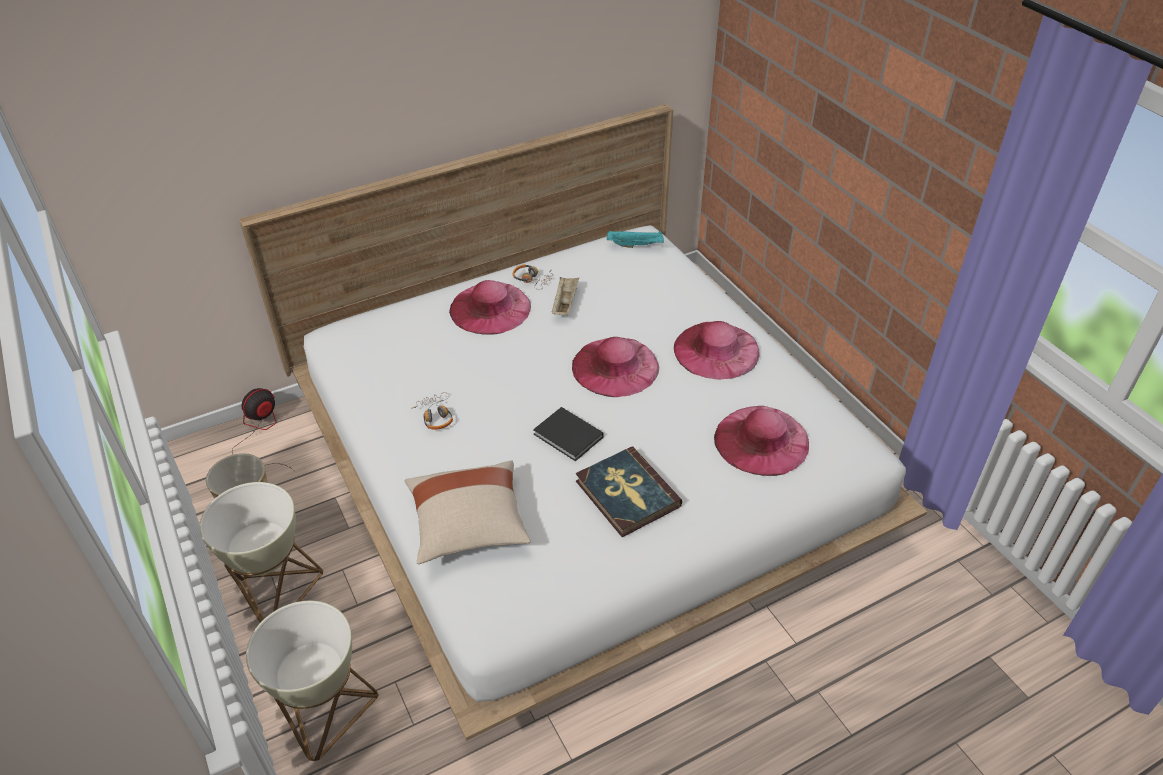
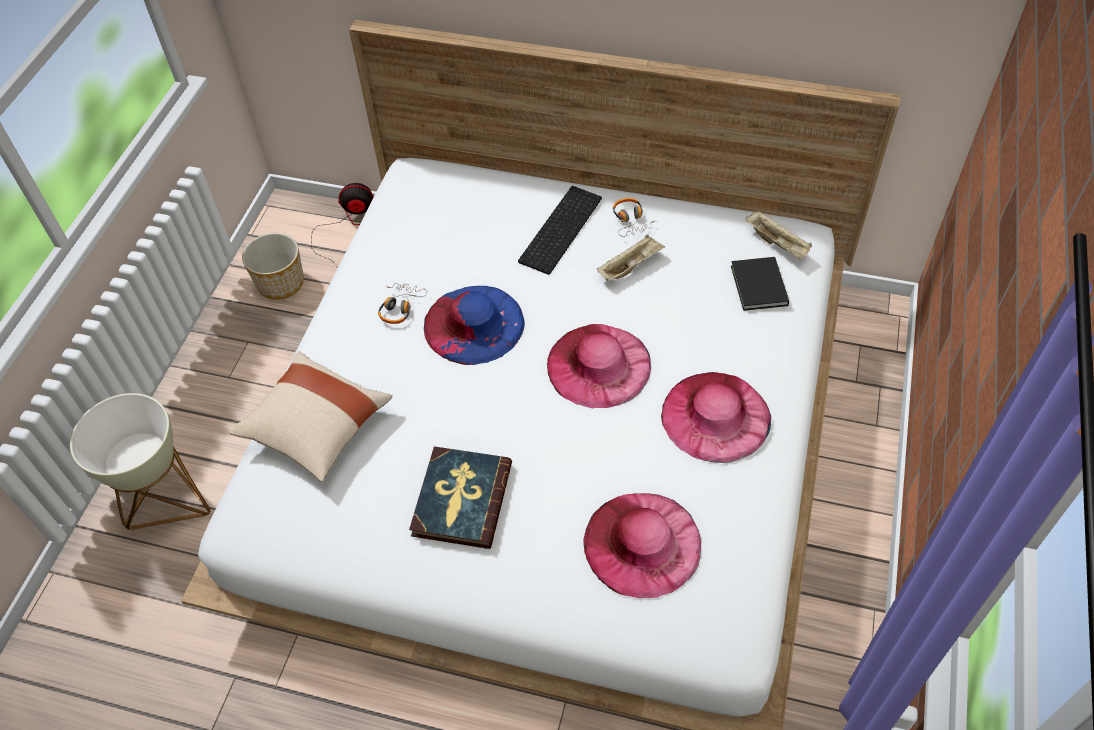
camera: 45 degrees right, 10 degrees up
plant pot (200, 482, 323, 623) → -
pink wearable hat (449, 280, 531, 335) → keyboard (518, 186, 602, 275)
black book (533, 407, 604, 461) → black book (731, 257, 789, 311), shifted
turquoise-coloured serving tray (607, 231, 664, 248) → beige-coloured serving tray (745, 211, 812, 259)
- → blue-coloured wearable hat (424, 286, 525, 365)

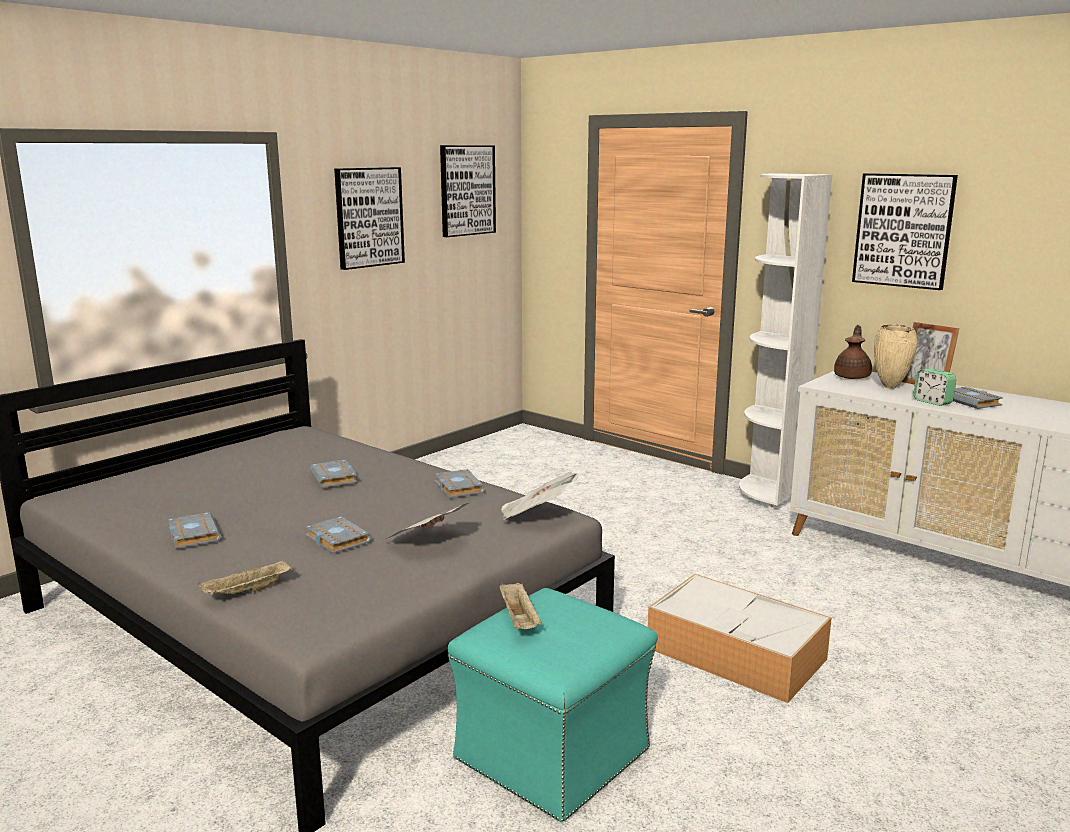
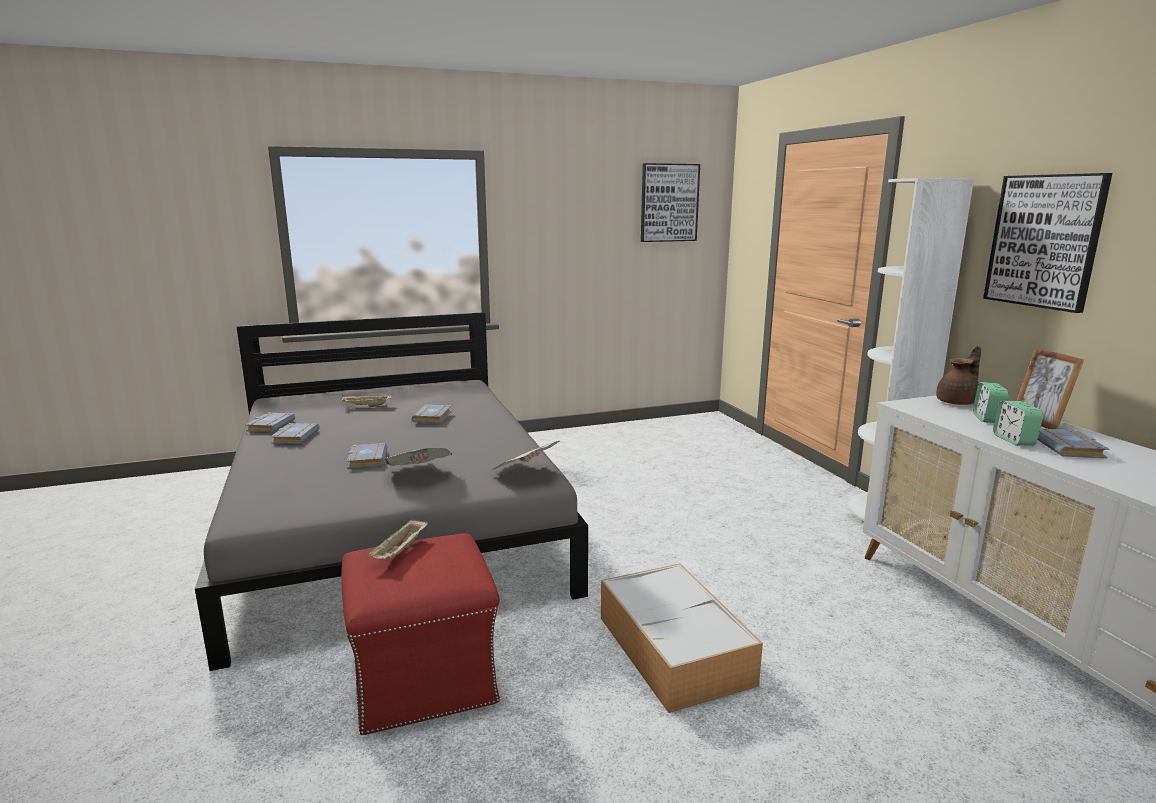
camera: 30 degrees right, 0 degrees up
beige-coloured serving tray (198, 559, 291, 595) → beige-coloured serving tray (342, 394, 392, 407), shifted
wall picture (334, 167, 405, 270) → -
grey book (434, 469, 485, 498) → grey book (245, 413, 295, 432), shifted
turquoise-coloured ottoman (448, 588, 658, 822) → red-coloured ottoman (341, 533, 500, 735)
beige-coloured vase (874, 325, 918, 389) → table clock (973, 382, 1009, 423)

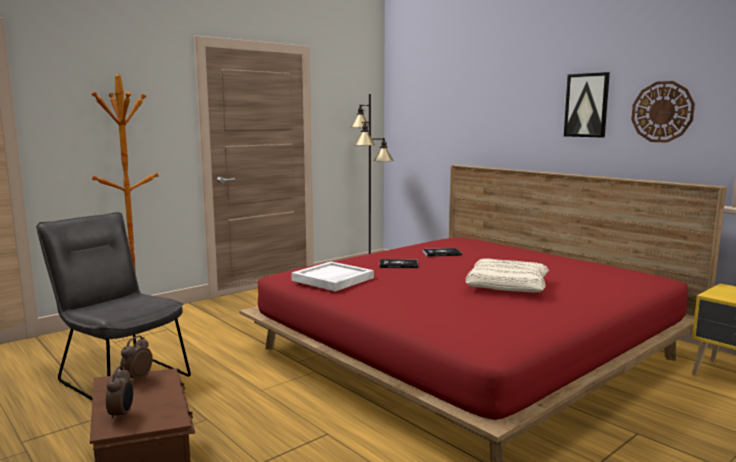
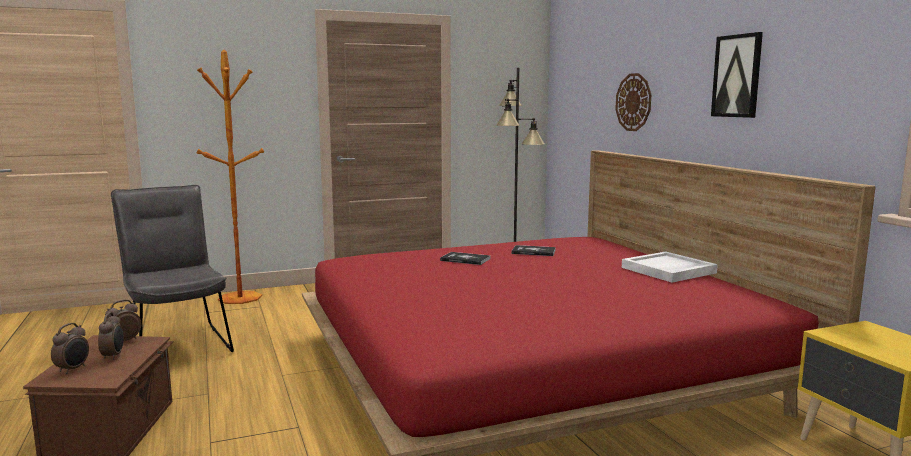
camera: 20 degrees right, 0 degrees up
whitish serving tray (291, 262, 374, 291) → whitish serving tray (622, 252, 718, 283), shifted
beige-coloured pillow (465, 258, 549, 292) → -
clock on the wall (631, 81, 695, 143) → clock on the wall (615, 73, 651, 131), shifted
- → table clock (98, 312, 124, 360)

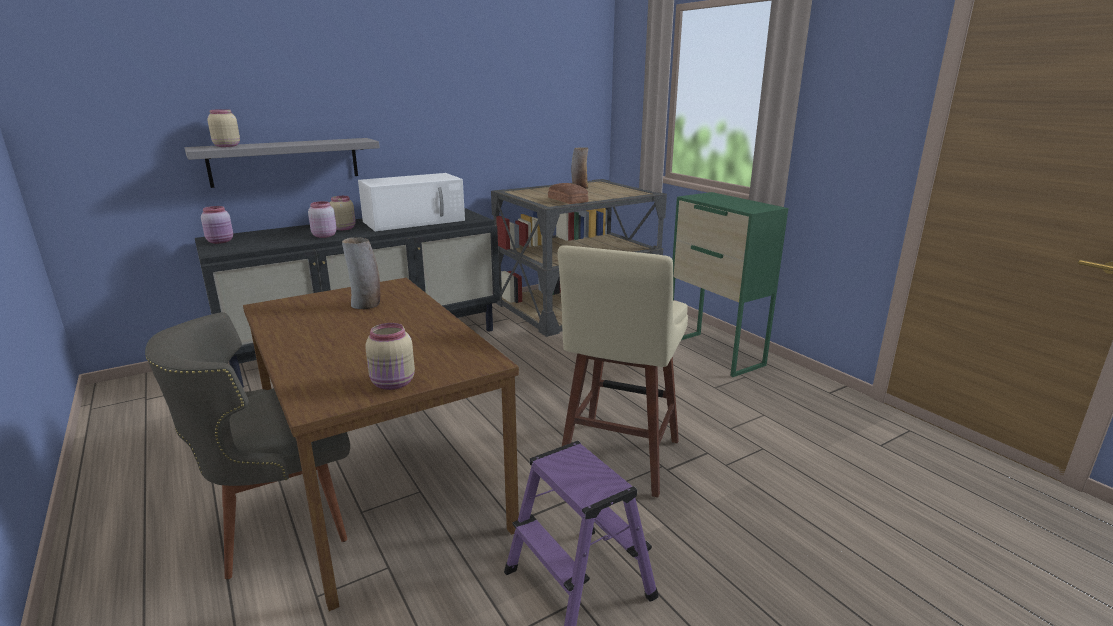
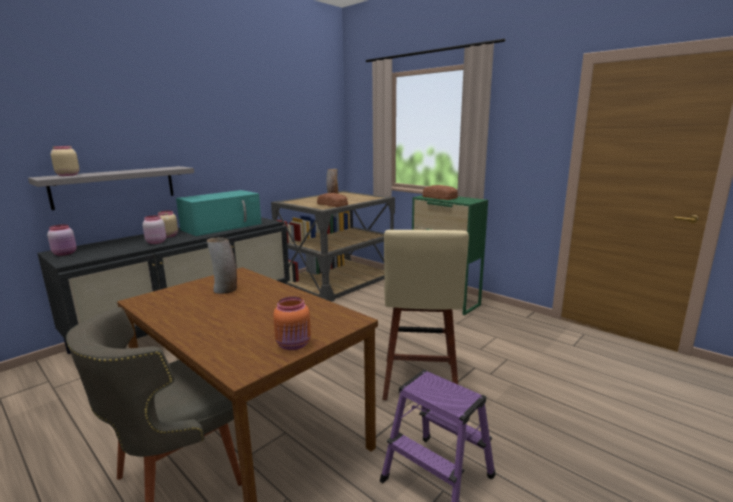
camera: 15 degrees left, 5 degrees down
whitish microwave (358, 173, 465, 231) → turquoise-coloured microwave (176, 190, 262, 236)
beige-coloured preserve jar (365, 323, 415, 390) → orange preserve jar (273, 297, 311, 350)
- → bread (422, 185, 458, 200)

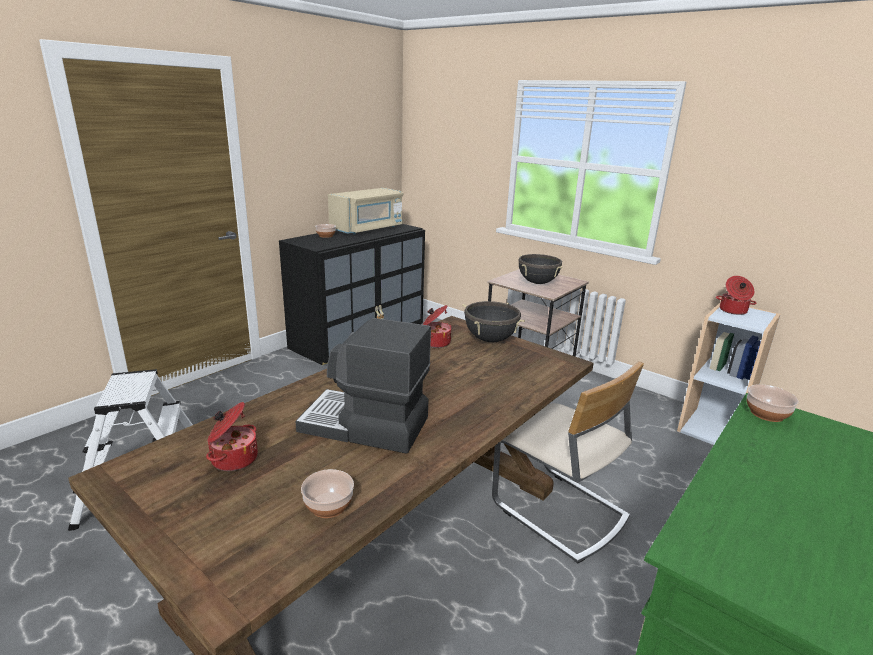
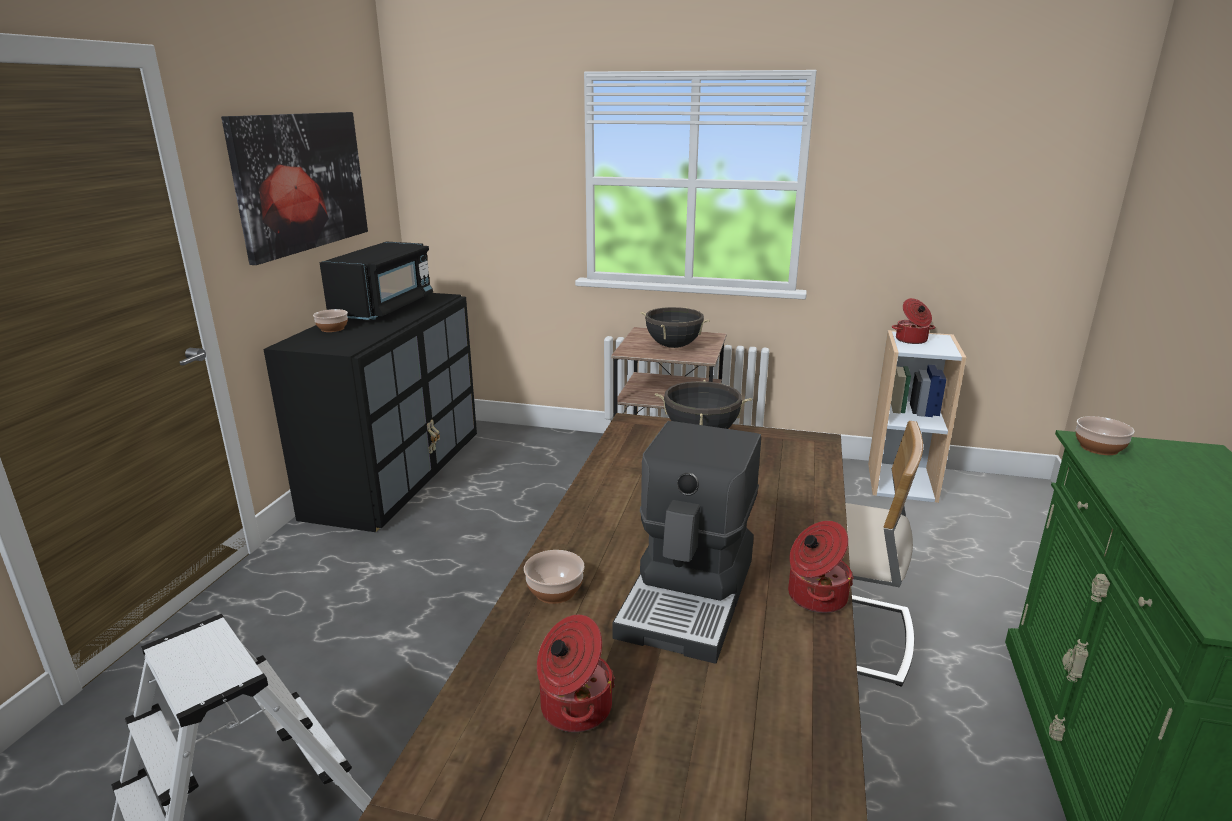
camera: 25 degrees left, 0 degrees up
coffee machine (295, 318, 431, 454) → coffee machine (613, 421, 761, 664), 60 degrees counterclockwise
deep dish (301, 469, 354, 518) → deep dish (524, 550, 585, 604), shifted
beige-coloured microwave (328, 188, 403, 234) → black microwave (320, 242, 433, 320)
saucepot (422, 305, 451, 348) → saucepot (788, 521, 854, 613), shifted
- → wall picture (221, 112, 368, 265)

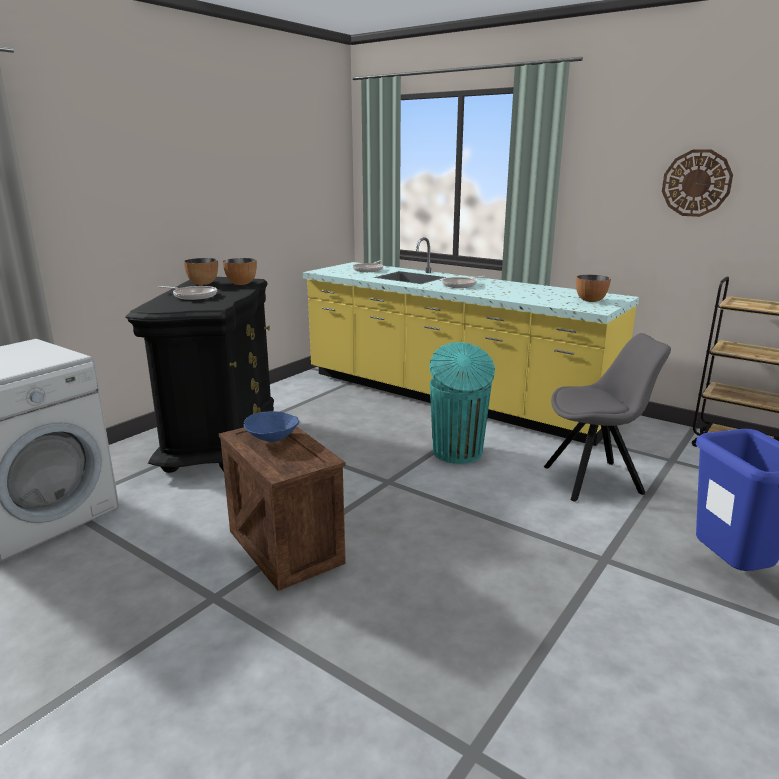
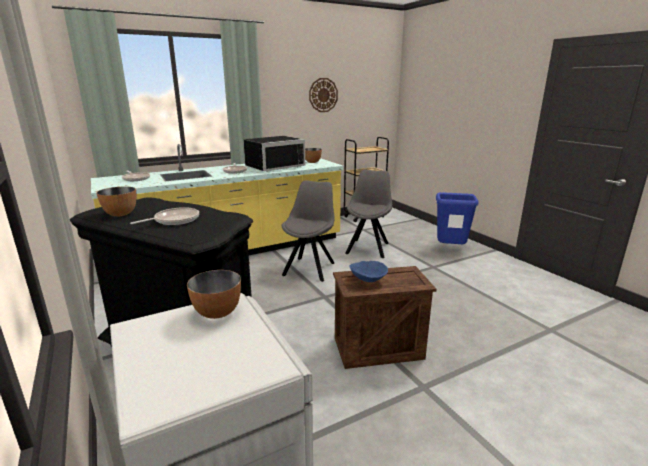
camera: 65 degrees left, 0 degrees up
deep dish (223, 258, 257, 285) → deep dish (187, 270, 241, 319), shifted
turquoise-coloured rubbish bin (430, 342, 495, 464) → grey upright chair (282, 180, 335, 282)
- → black microwave (243, 136, 305, 172)

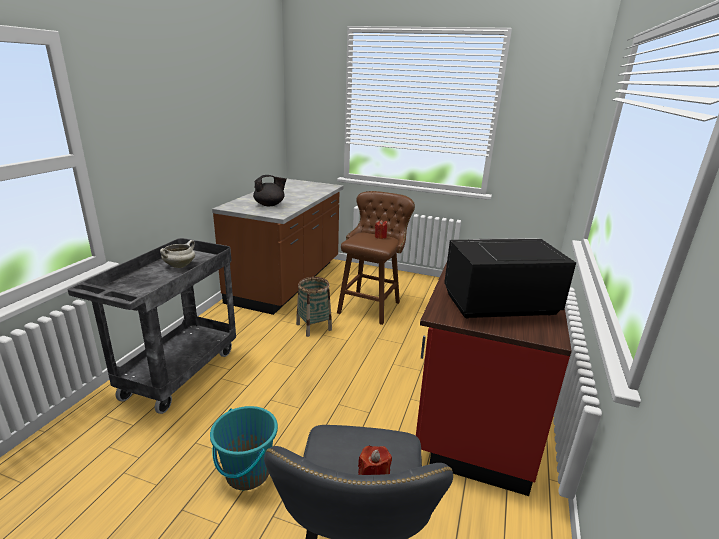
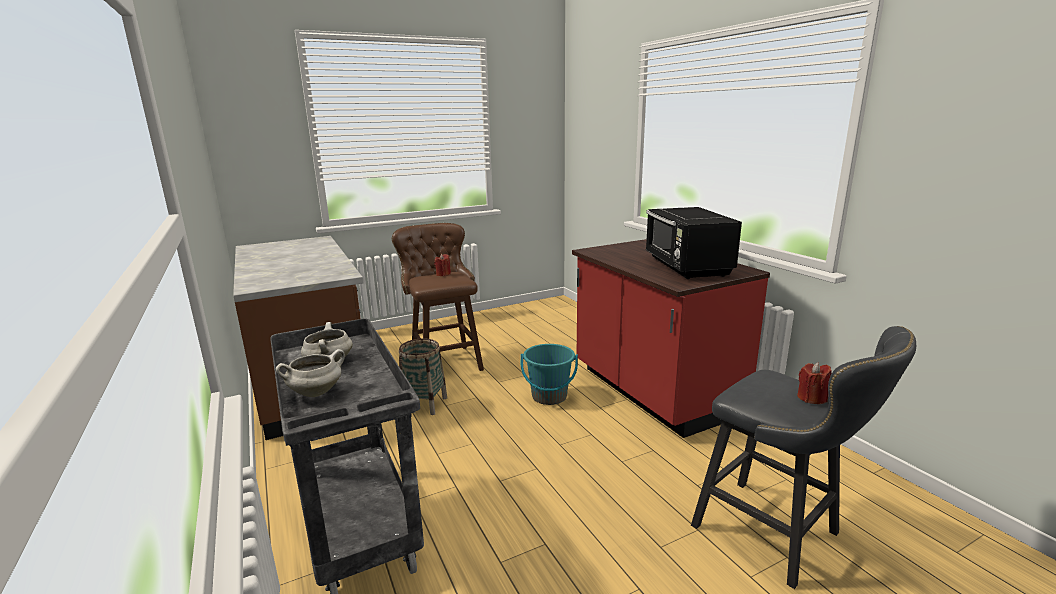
camera: 45 degrees left, 5 degrees down
turquoise-coloured pail (210, 406, 278, 490) → turquoise-coloured pail (521, 344, 578, 405), shifted
black pot for tea (253, 175, 287, 206) → -
black microwave (444, 238, 576, 319) → black microwave (645, 207, 742, 279), 45 degrees counterclockwise
- → whitish saucepot (276, 349, 345, 397)

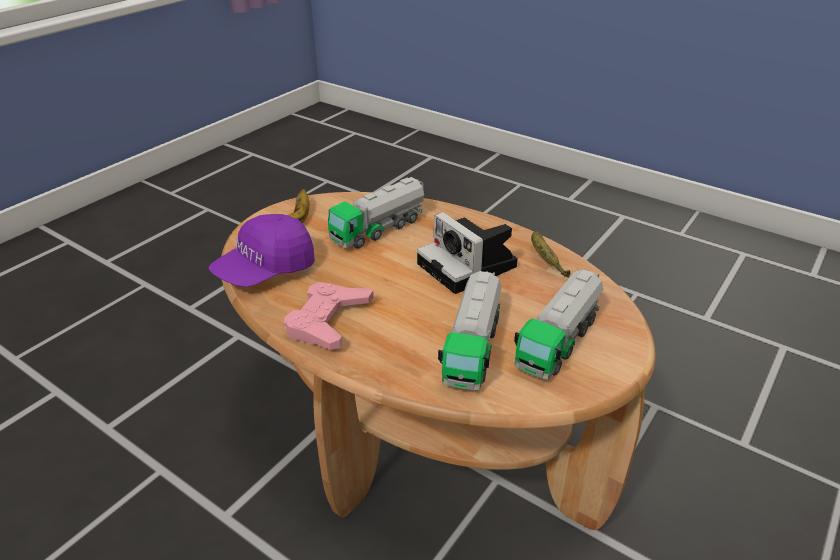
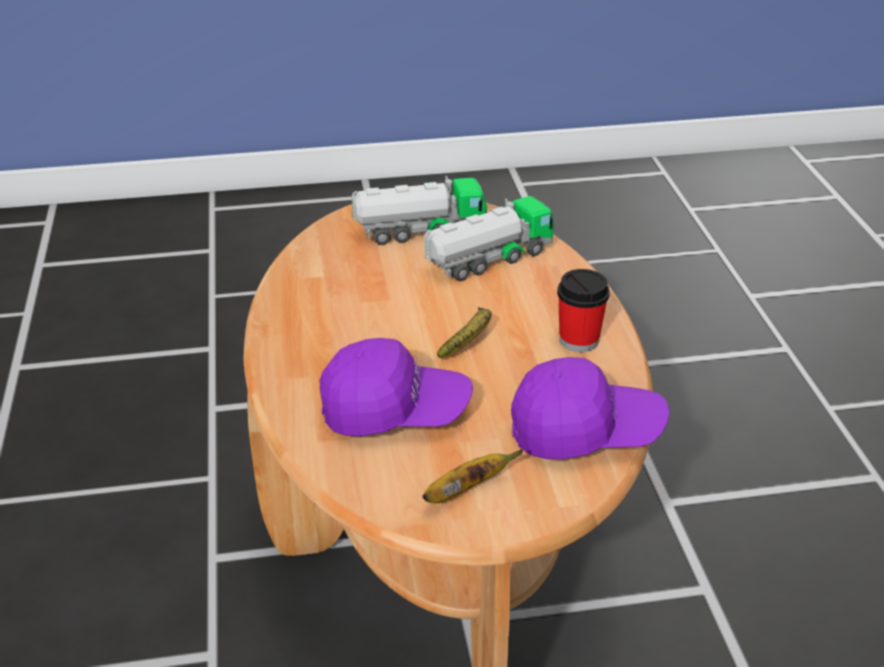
camera: 135 degrees left, 0 degrees up
pink joypad (284, 282, 374, 350) → small cup (557, 269, 610, 352)
model truck (328, 177, 424, 249) → purplish cap (320, 338, 473, 437)
photo camera (417, 212, 518, 294) → -
banana (531, 231, 570, 277) → banana (437, 307, 492, 358), shifted

